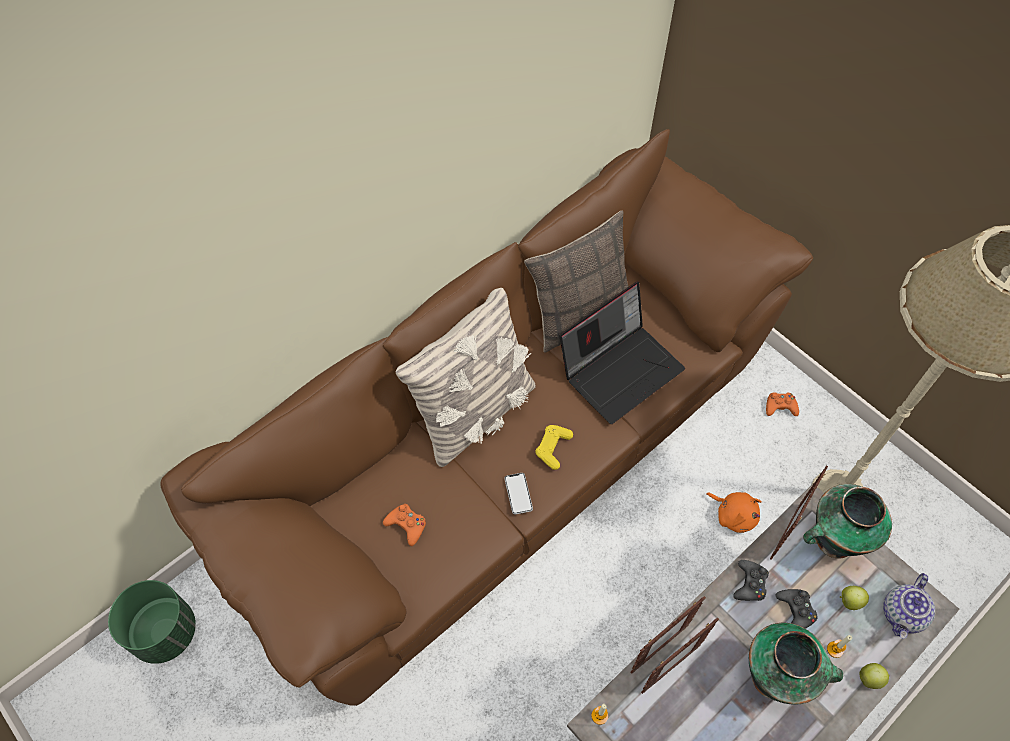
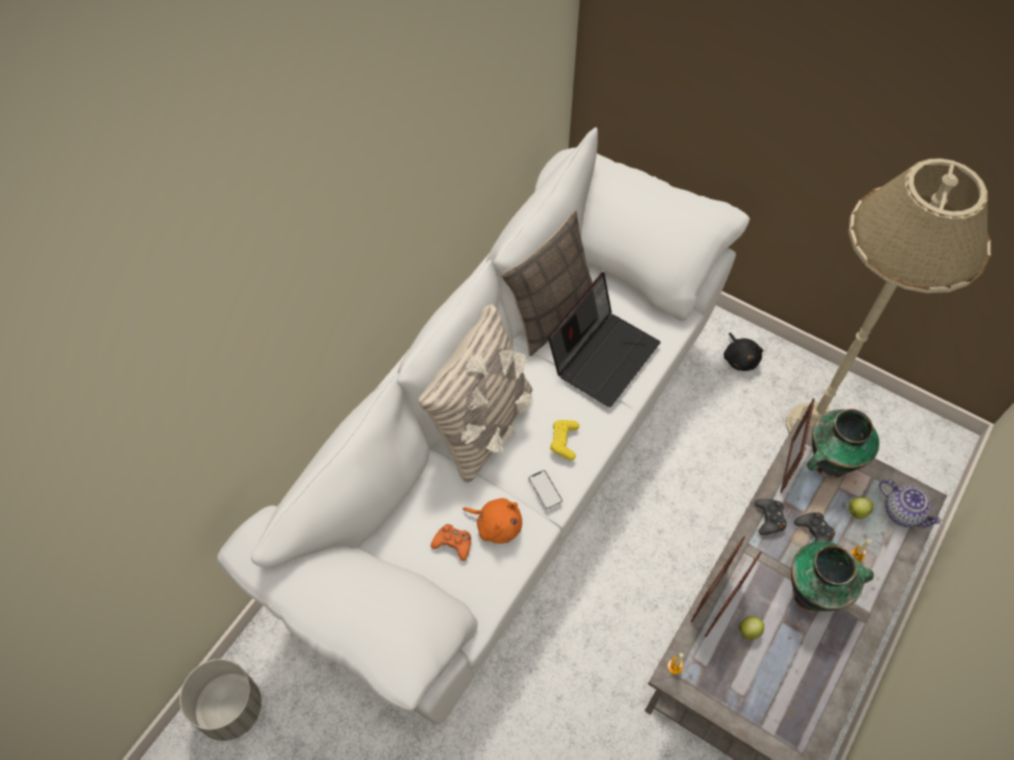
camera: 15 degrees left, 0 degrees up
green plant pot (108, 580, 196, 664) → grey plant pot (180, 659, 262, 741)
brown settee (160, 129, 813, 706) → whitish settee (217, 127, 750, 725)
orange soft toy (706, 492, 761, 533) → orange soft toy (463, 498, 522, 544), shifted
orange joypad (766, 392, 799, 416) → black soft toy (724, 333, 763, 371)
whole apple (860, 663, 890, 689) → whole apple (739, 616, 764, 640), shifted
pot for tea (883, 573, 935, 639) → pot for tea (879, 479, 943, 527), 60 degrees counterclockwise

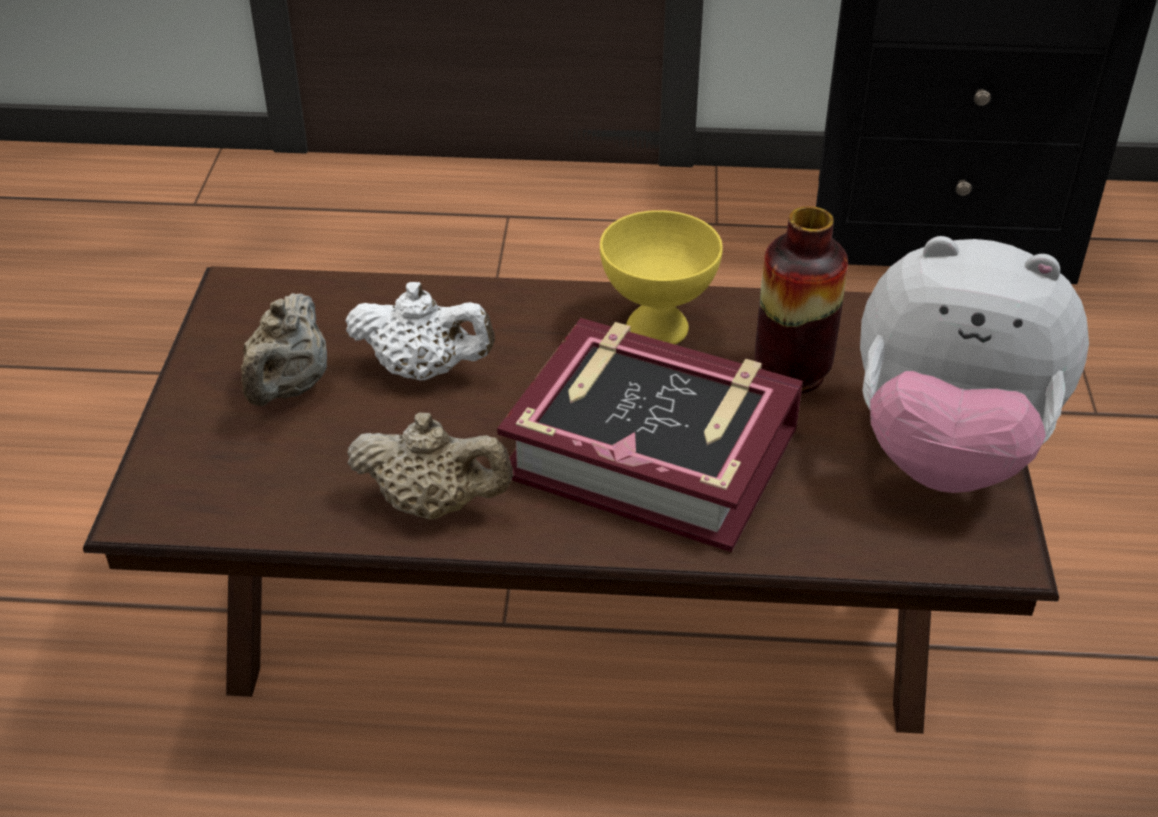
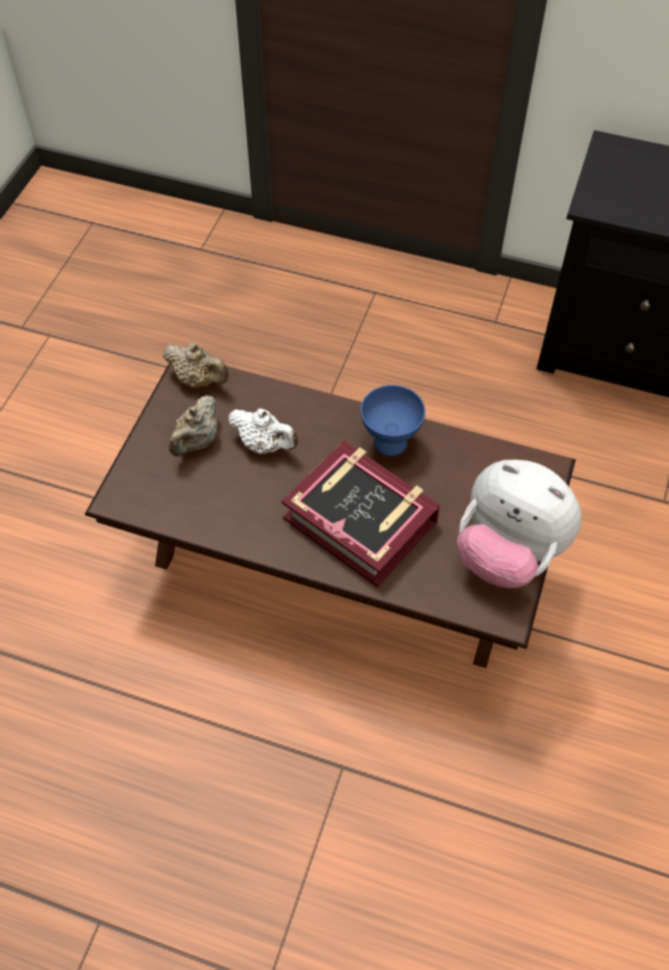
camera: 15 degrees right, 15 degrees up
beige-coloured pot for tea (347, 413, 513, 520) → beige-coloured pot for tea (163, 343, 229, 388), shifted
yellow-coloured deep dish (600, 210, 723, 345) → blue-coloured deep dish (361, 385, 425, 456)
vase (755, 206, 848, 394) → -

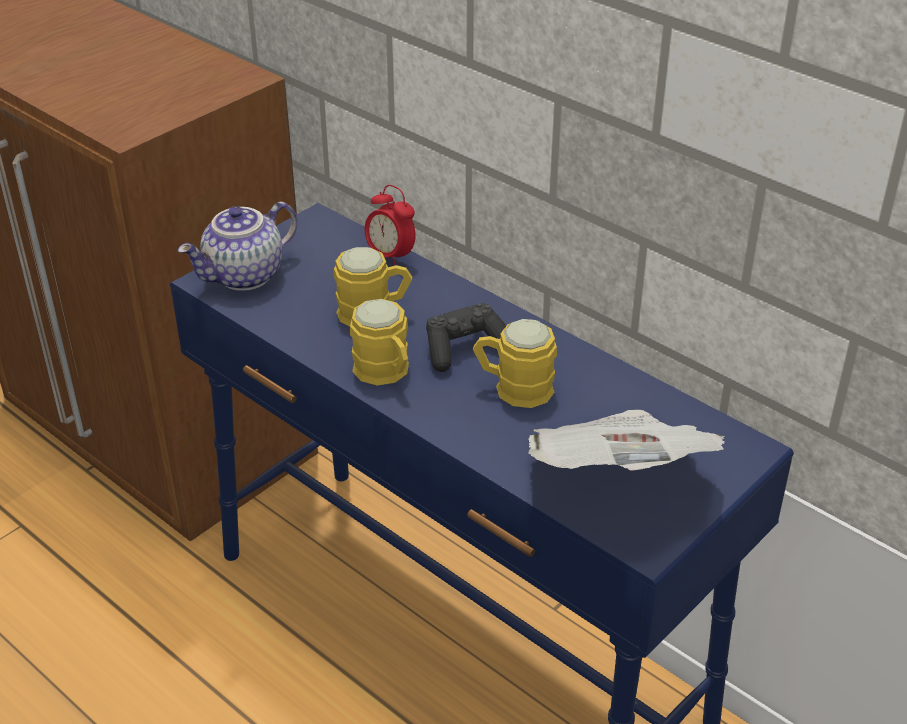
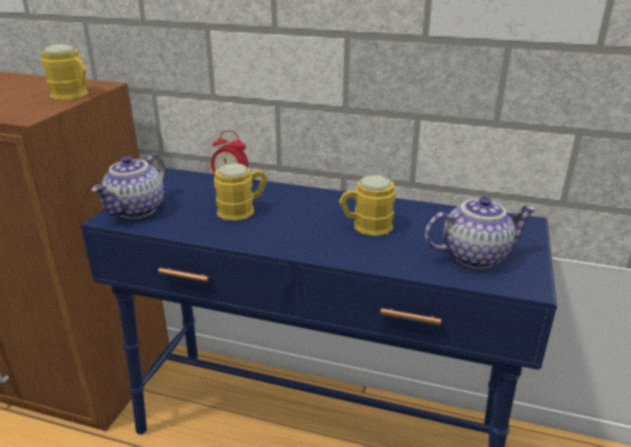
camera: 25 degrees left, 10 degrees down
yellow-coloured mug (350, 299, 409, 386) → yellow-coloured mug (42, 44, 88, 100), shifted
black joypad (426, 303, 506, 372) → -
daily paper (528, 410, 724, 471) → pot for tea (425, 196, 537, 269)

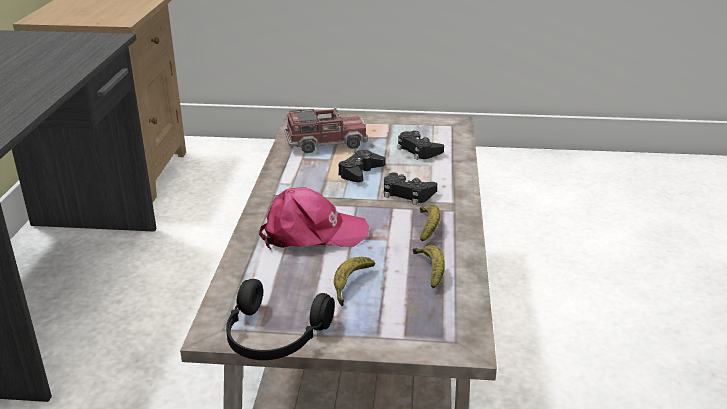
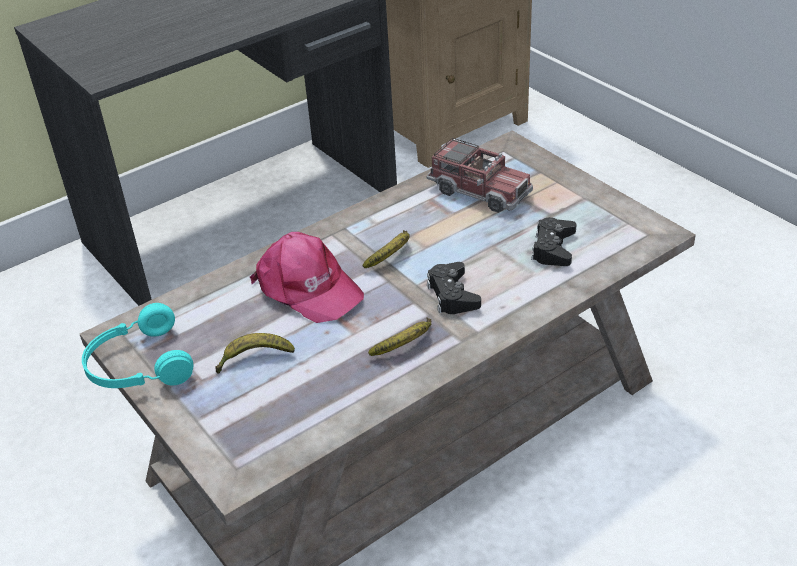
camera: 50 degrees right, 10 degrees up
black headset (226, 279, 335, 360) → turquoise-coloured headset (82, 303, 194, 388)
black joypad (338, 150, 385, 183) → -
banana (413, 245, 445, 288) → banana (362, 230, 410, 268), shifted

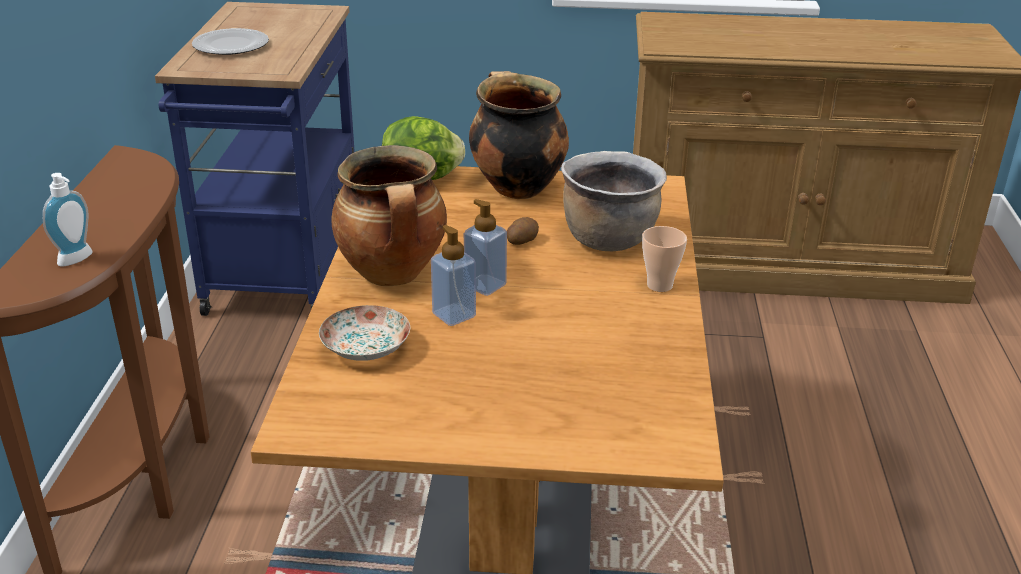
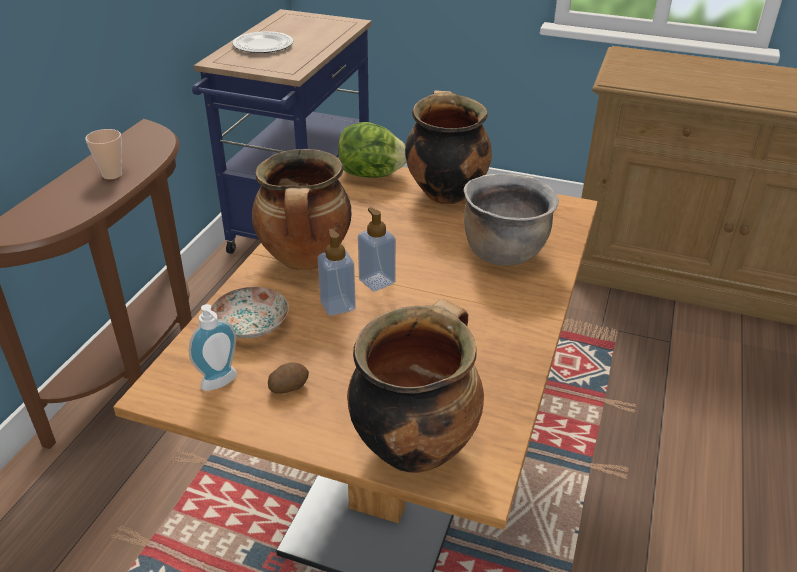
camera: 15 degrees right, 5 degrees up
liquid soap bottle (43, 173, 93, 267) → liquid soap bottle (189, 304, 237, 391), shifted
whole potato (507, 217, 539, 245) → whole potato (268, 362, 309, 394), shifted
small cup (642, 226, 687, 292) → small cup (85, 129, 122, 179), shifted
- → saucepot (347, 299, 484, 473)

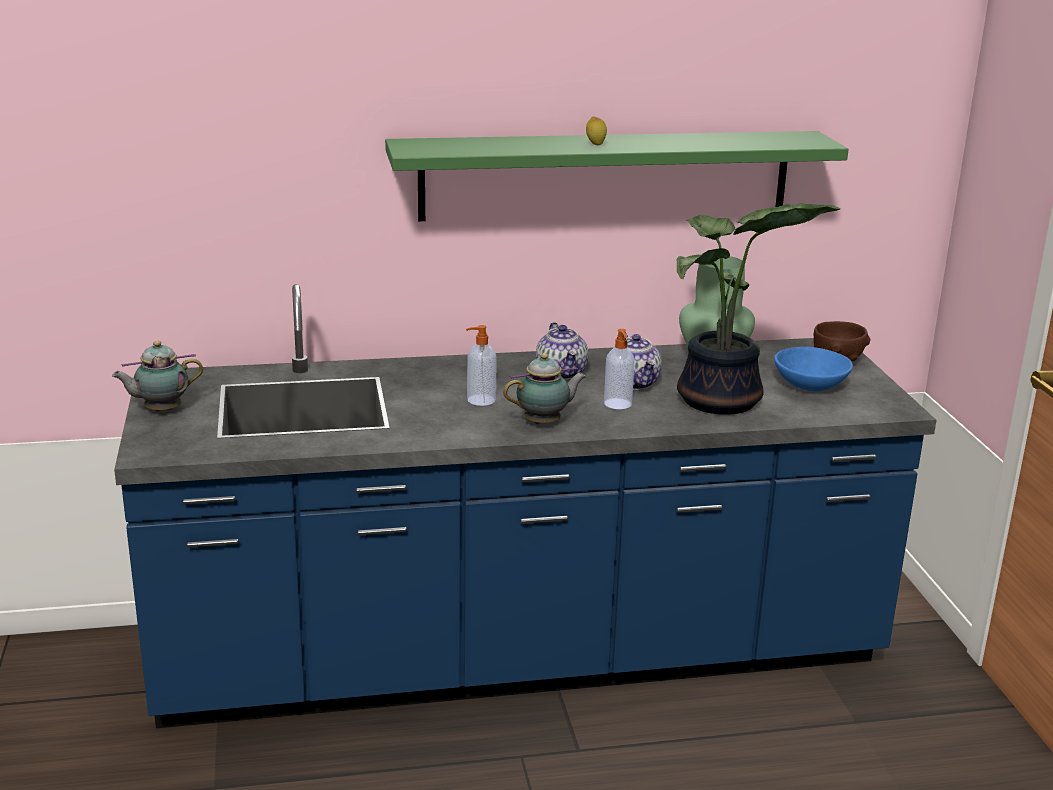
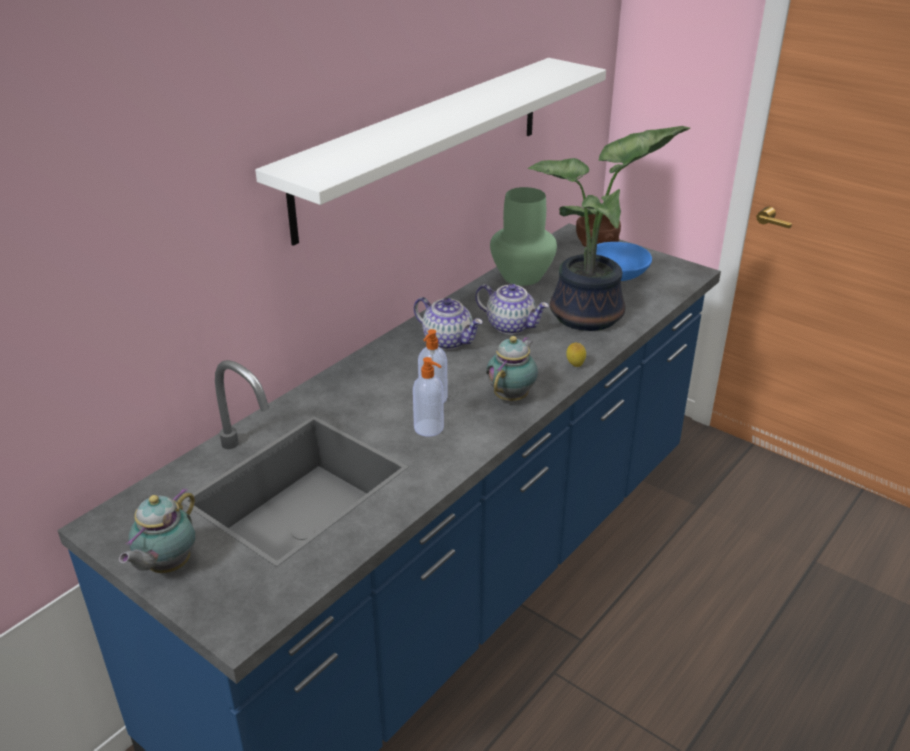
camera: 40 degrees left, 10 degrees up
green bracket shelf (385, 131, 849, 221) → whitish bracket shelf (255, 58, 606, 246)
lemon (586, 116, 607, 145) → lemon (566, 343, 586, 367), shifted
liquid soap bottle (604, 329, 635, 409) → liquid soap bottle (413, 357, 444, 437), shifted

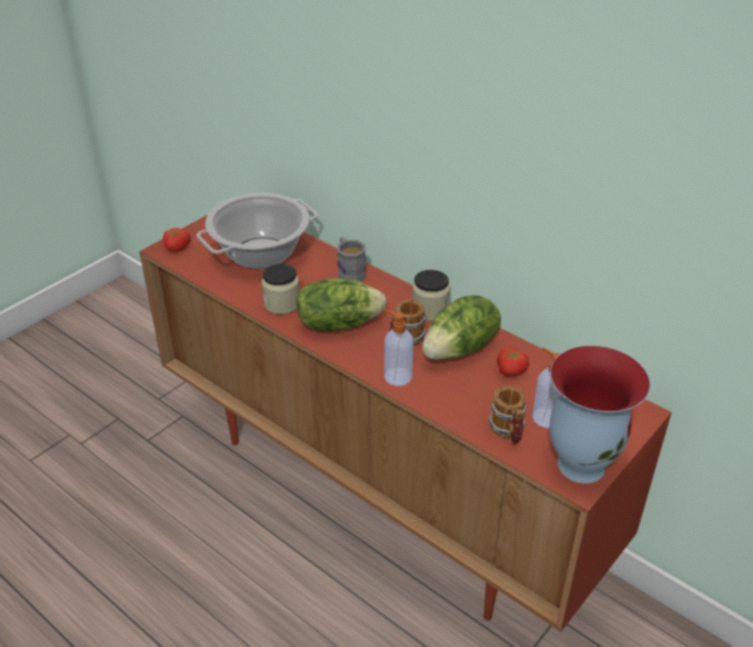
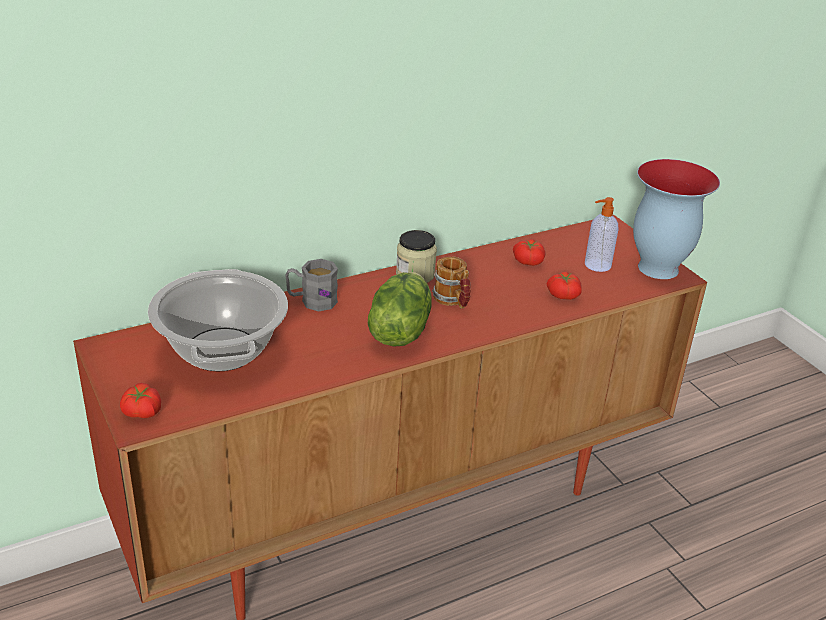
camera: 70 degrees left, 5 degrees down
preserve jar (262, 263, 299, 314) → -
liquid soap bottle (384, 310, 413, 386) → -
head of lettuce (422, 295, 501, 360) → -
mug (489, 386, 527, 444) → -
- → tomato (547, 271, 582, 300)

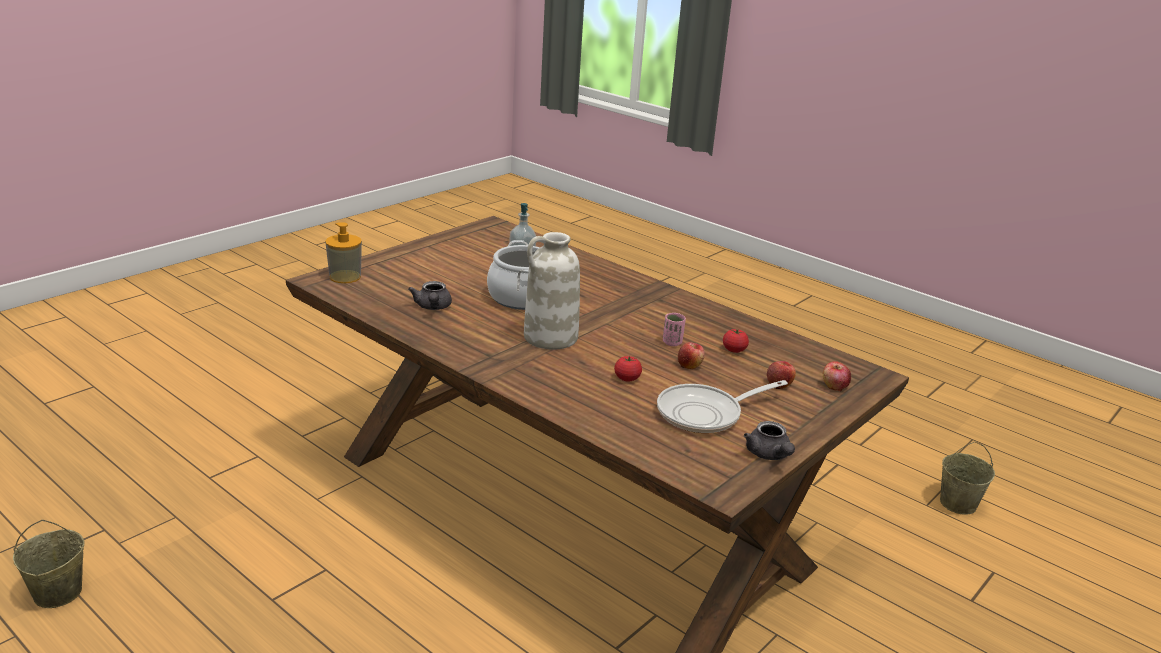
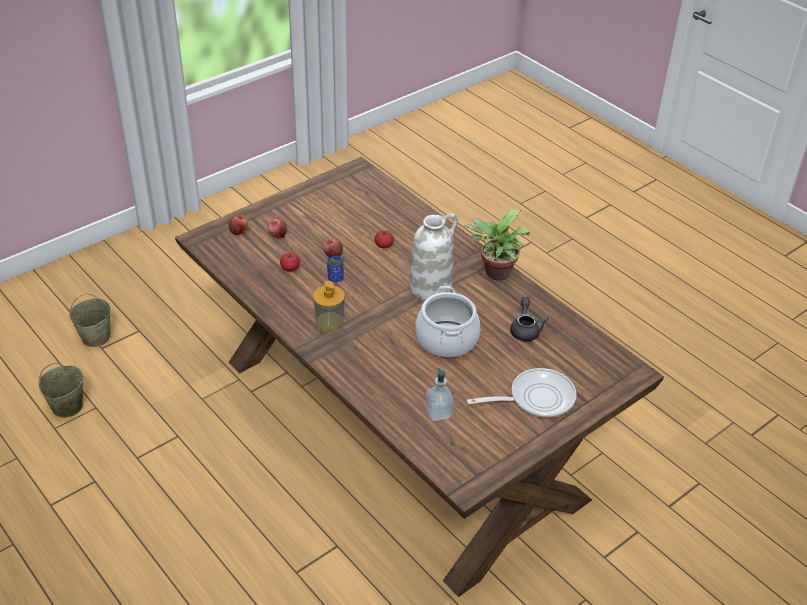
camera: 170 degrees left, 15 degrees up
beige-coloured pail (13, 520, 84, 608) → beige-coloured pail (69, 293, 111, 347), shifted
liquid soap bottle (325, 222, 362, 283) → liquid soap bottle (313, 281, 345, 331), shifted
skillet (657, 380, 788, 433) → skillet (467, 368, 577, 418), shifted
pink small cup (663, 313, 686, 346) → blue-coloured small cup (327, 256, 344, 282)
grey pot for tea (744, 421, 795, 460) → -
- → plant in a pot (463, 209, 530, 281)

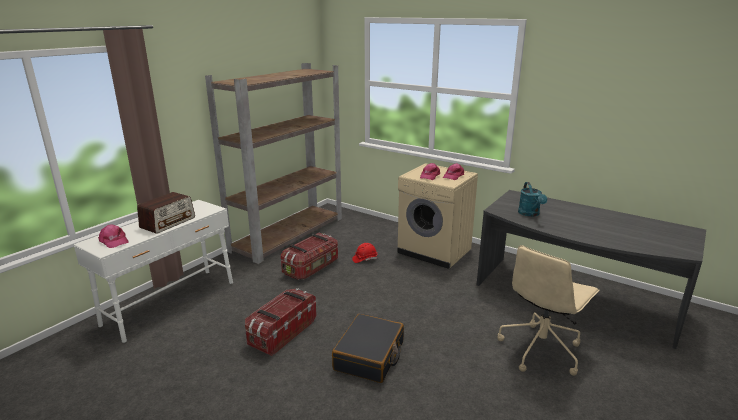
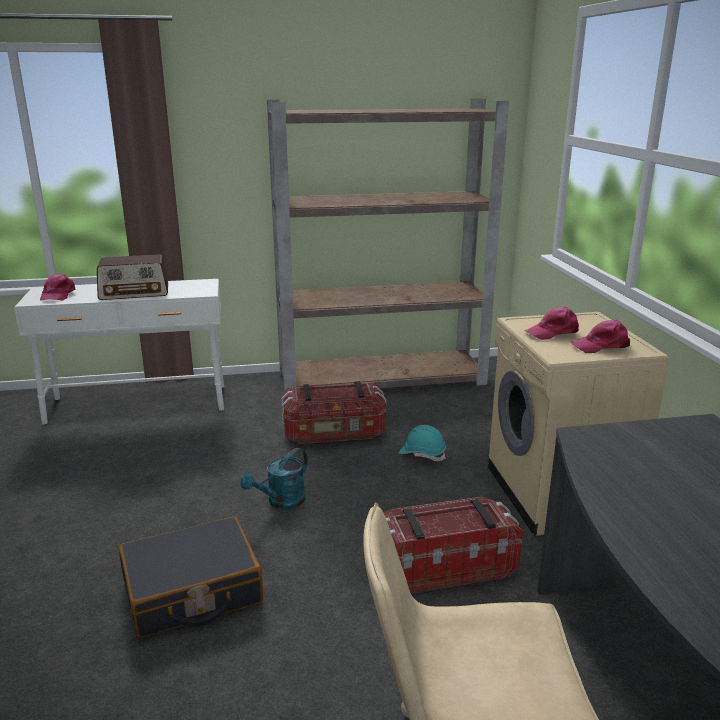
camera: 45 degrees right, 0 degrees up
storage bin (245, 288, 316, 356) → storage bin (383, 497, 523, 593), shifted
red-coloured safety helmet (352, 243, 377, 263) → turquoise-coloured safety helmet (399, 425, 446, 461)
turquoise-coloured watering pot (518, 182, 547, 217) → turquoise-coloured watering pot (240, 448, 307, 510), shifted

